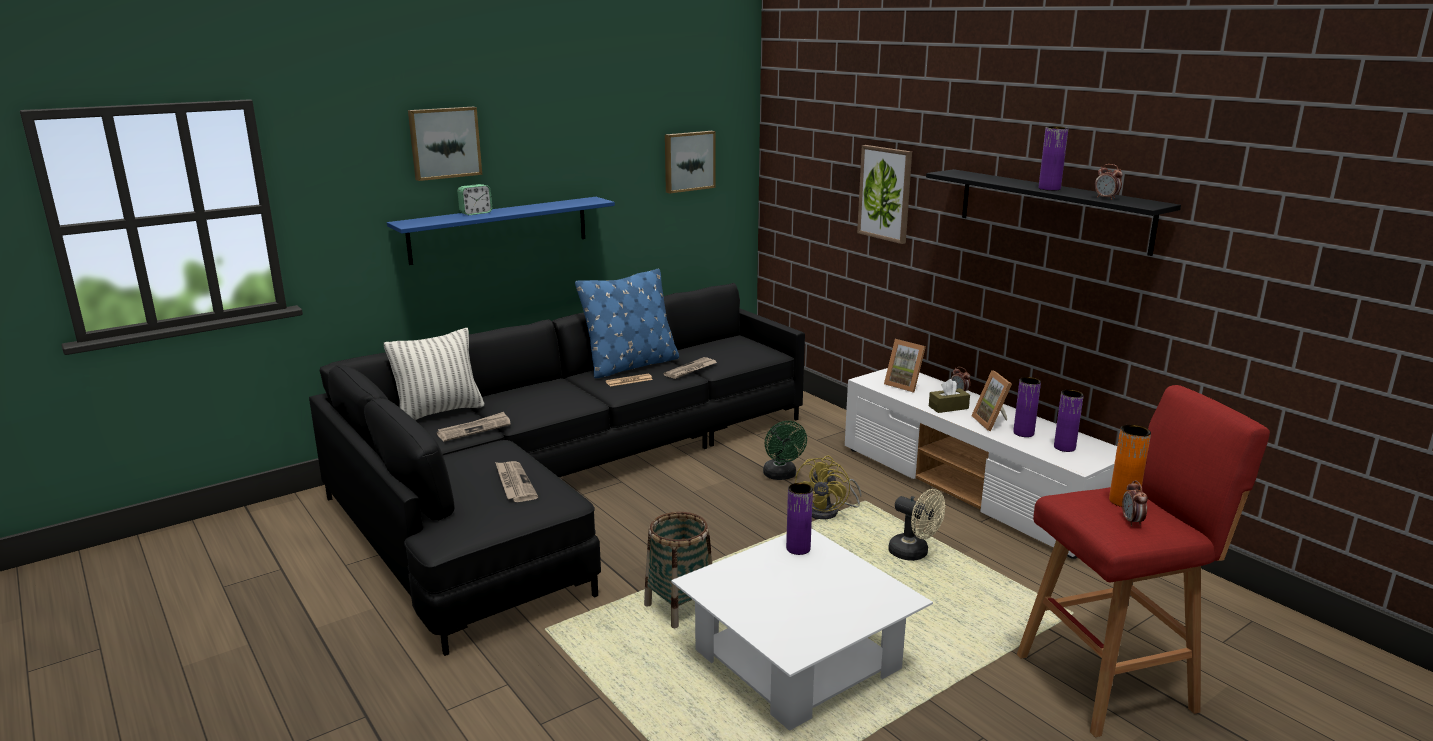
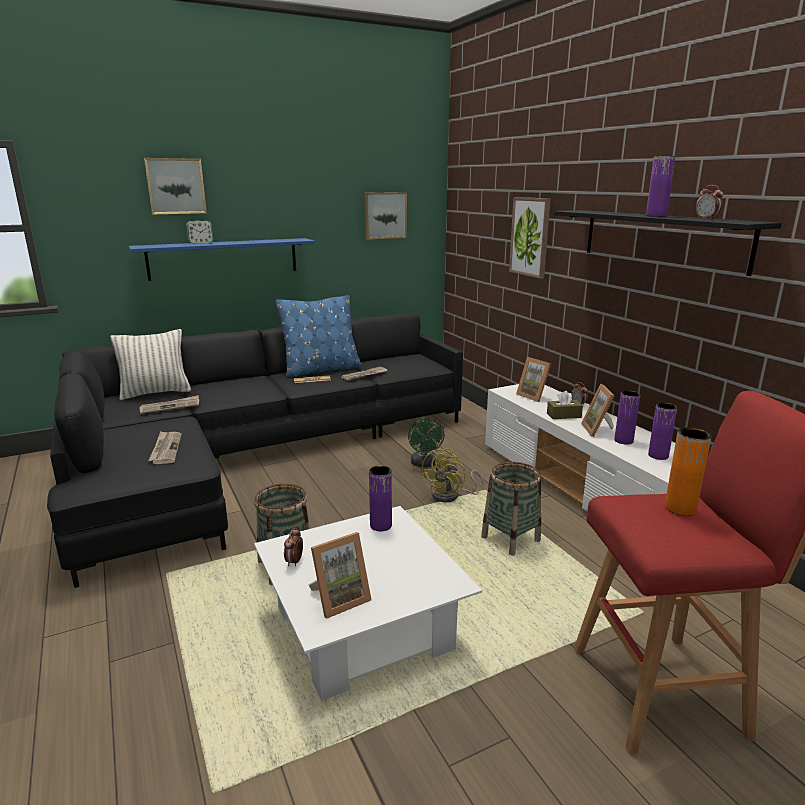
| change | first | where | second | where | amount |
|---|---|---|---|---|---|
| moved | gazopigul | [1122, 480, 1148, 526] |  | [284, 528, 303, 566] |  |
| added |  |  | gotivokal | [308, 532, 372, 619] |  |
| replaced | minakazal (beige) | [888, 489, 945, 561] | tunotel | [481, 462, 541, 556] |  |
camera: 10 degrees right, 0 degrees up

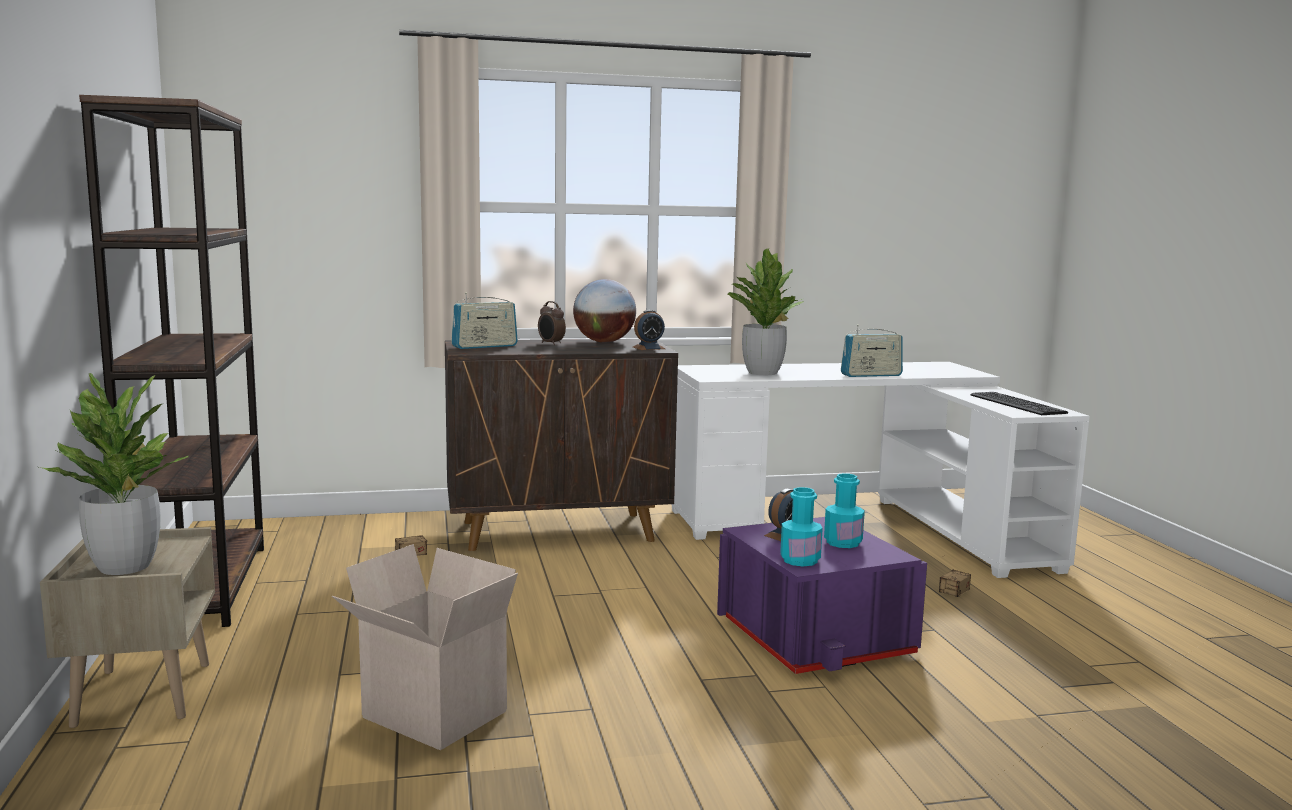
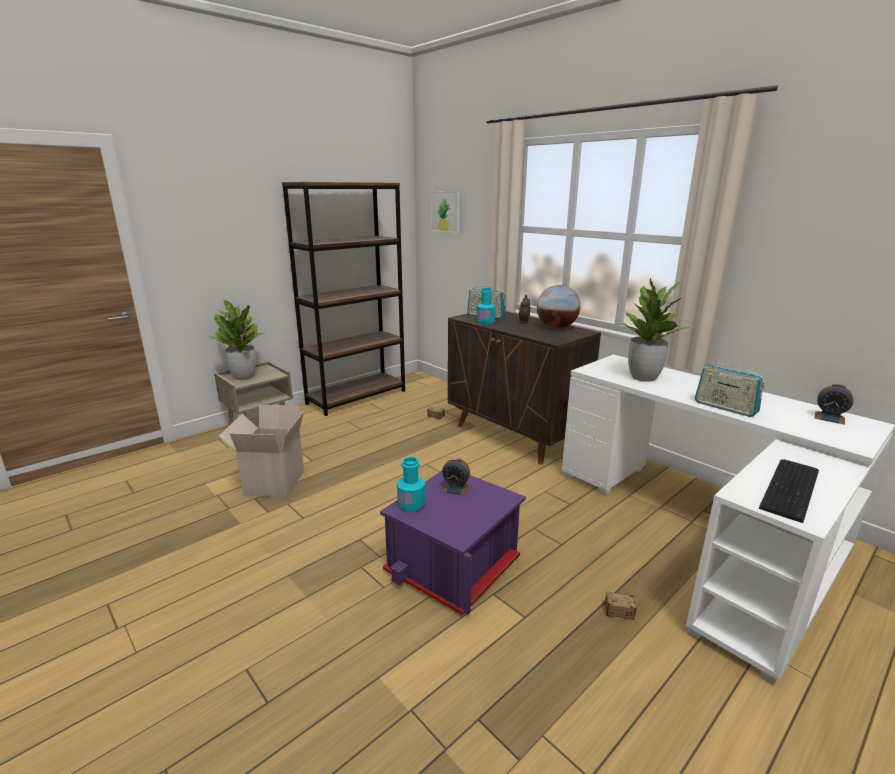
| change | first | where | second | where | amount |
|---|---|---|---|---|---|
| added |  |  | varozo | [431, 191, 459, 233] |  |
| moved | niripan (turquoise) | [824, 473, 865, 548] |  | [476, 288, 496, 325] |  |
| moved | gazopigul | [633, 310, 665, 350] |  | [814, 384, 854, 425] |  |
camera: 60 degrees right, 10 degrees up

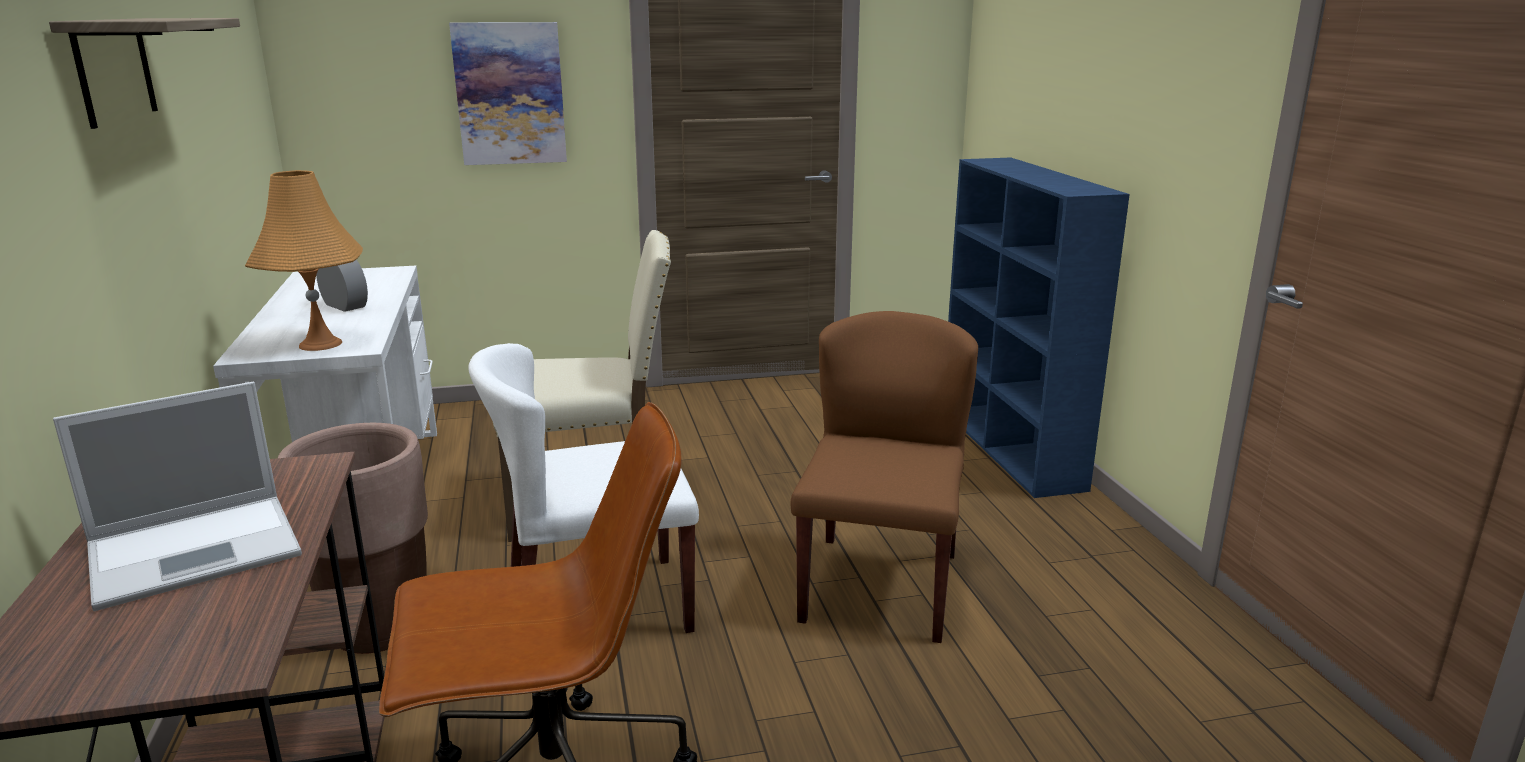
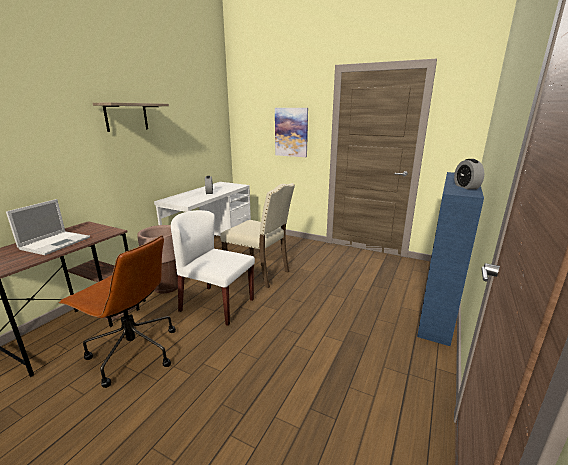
| change | first | where | second | where | amount |
|---|---|---|---|---|---|
| turned | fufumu | [53, 382, 302, 611] |  | [6, 199, 90, 255] | 75 degrees counterclockwise |
| added |  |  | gazopigul | [454, 159, 484, 189] |  |
| removed | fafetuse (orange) | [245, 170, 363, 351] |  |  |  |
| removed | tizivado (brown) | [791, 311, 978, 643] |  |  |  |
camera: 40 degrees right, 0 degrees up

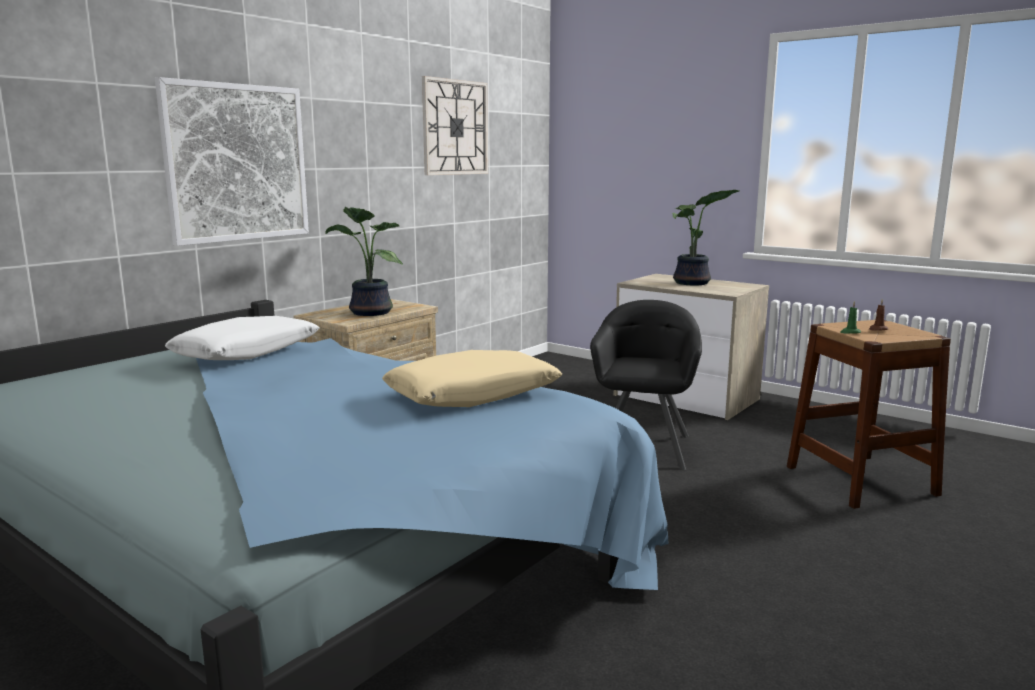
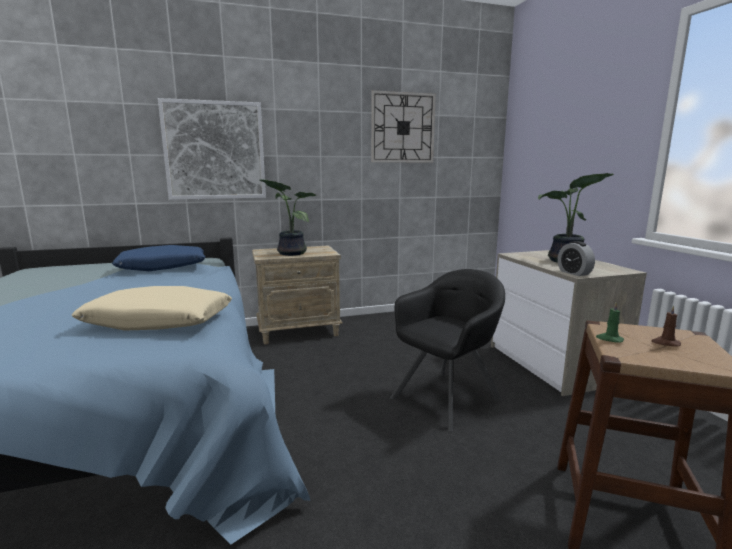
| change | first | where | second | where | amount |
|---|---|---|---|---|---|
| recoloured | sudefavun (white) | [165, 316, 319, 360] | sudefavun (blue) | [112, 245, 205, 271] |  |
| added |  |  | gazopigul | [558, 241, 595, 276] |  |
camera: 35 degrees right, 0 degrees up

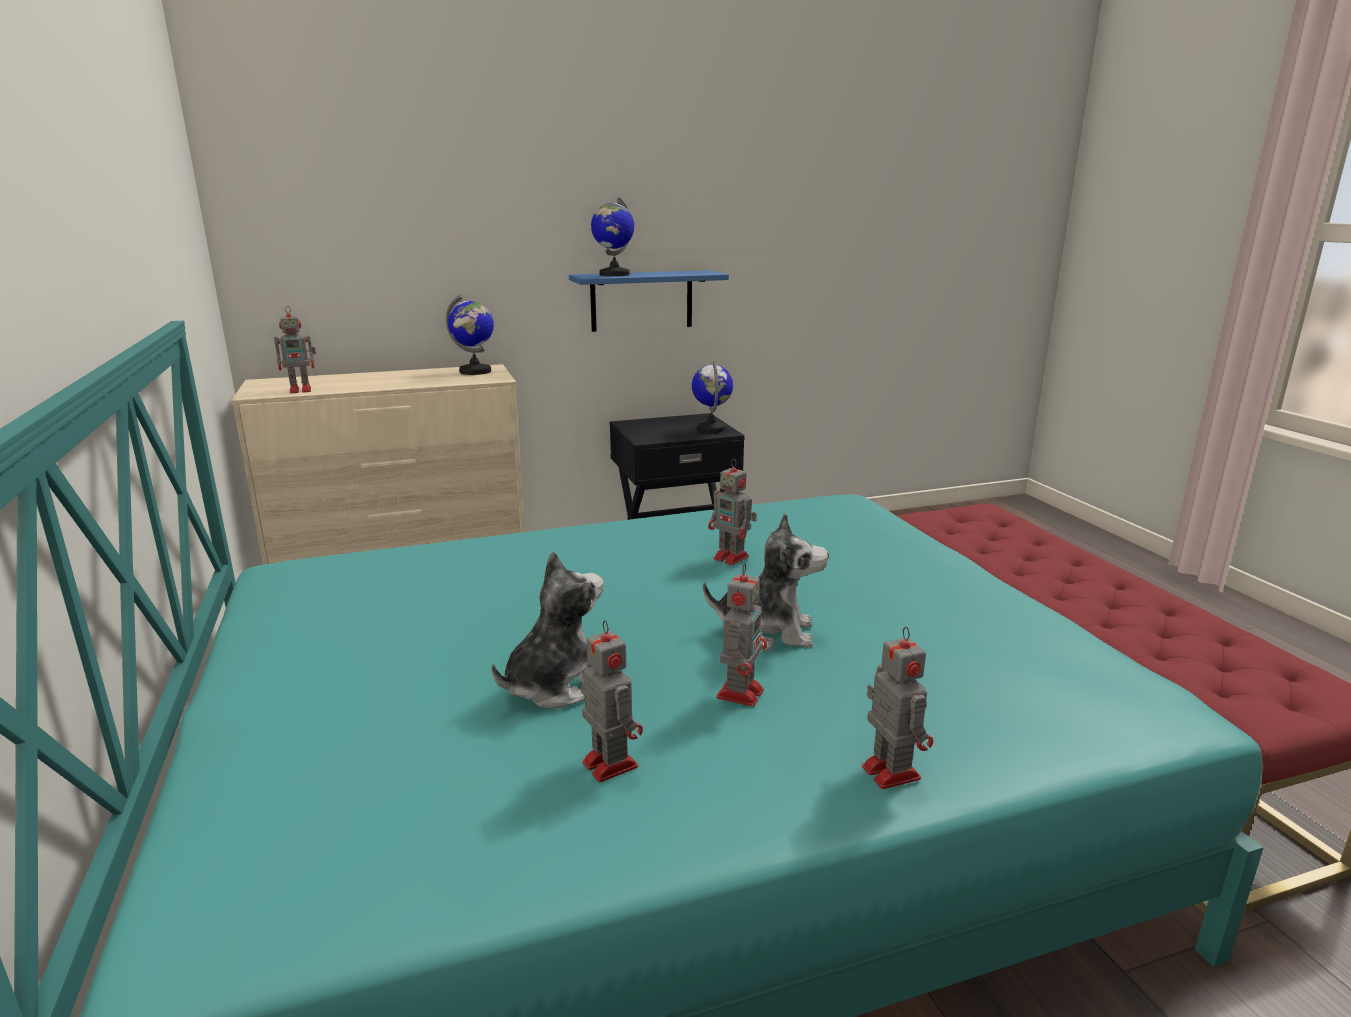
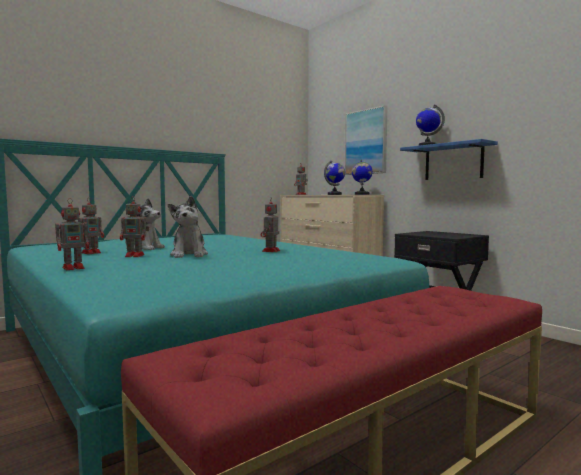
| change | first | where | second | where | amount |
|---|---|---|---|---|---|
| moved | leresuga | [692, 361, 733, 433] |  | [324, 160, 345, 195] |  |
| added |  |  | varozo | [345, 105, 388, 175] |  |
camera: 70 degrees right, 15 degrees down

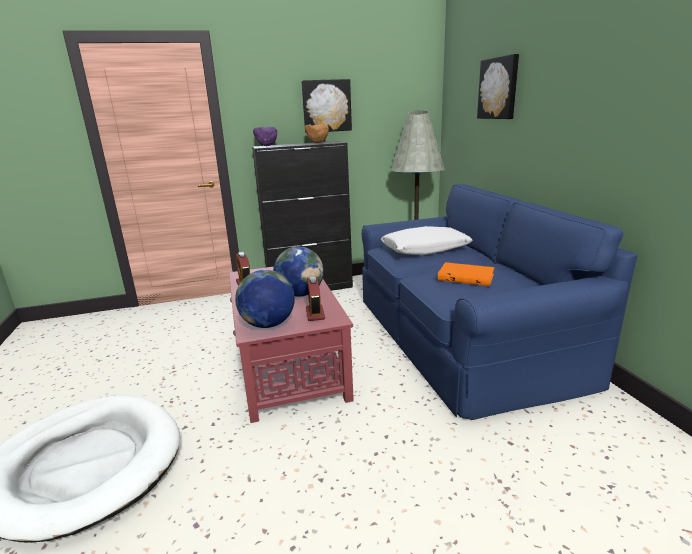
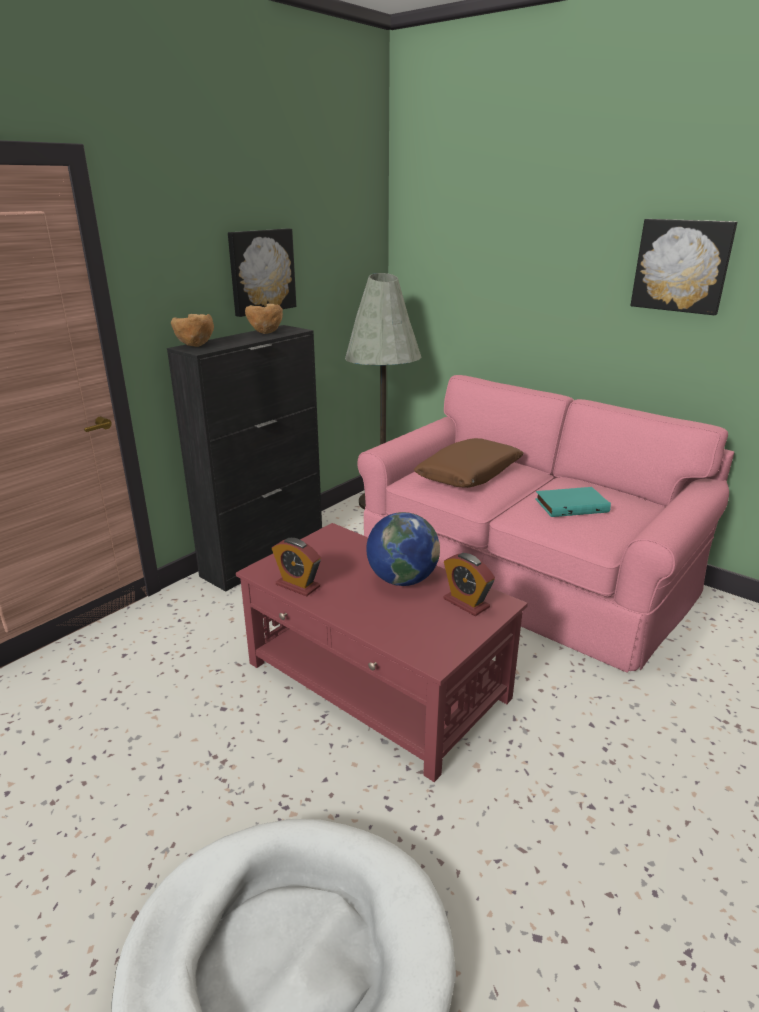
| change | first | where | second | where | amount |
|---|---|---|---|---|---|
| recoloured | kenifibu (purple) | [253, 127, 277, 146] | kenifibu (brown) | [171, 314, 214, 347] |  |
| recoloured | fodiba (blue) | [362, 184, 638, 420] | fodiba (pink) | [357, 375, 734, 673] |  |
| recoloured | sudefavun (white) | [381, 226, 473, 255] | sudefavun (brown) | [414, 438, 524, 488] |  |
| recoloured | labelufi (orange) | [438, 262, 494, 286] | labelufi (turquoise) | [535, 487, 611, 517] |  |
| moved | varozo | [477, 54, 519, 119] |  | [630, 219, 737, 315] |  |
| removed | leresuga | [235, 270, 295, 328] |  |  |  |
camera: 35 degrees left, 5 degrees up

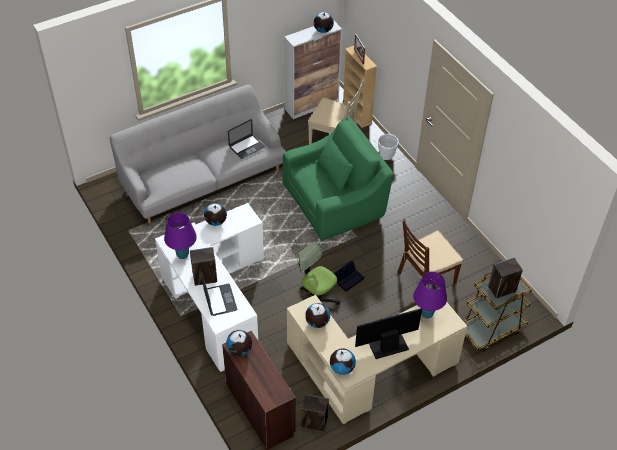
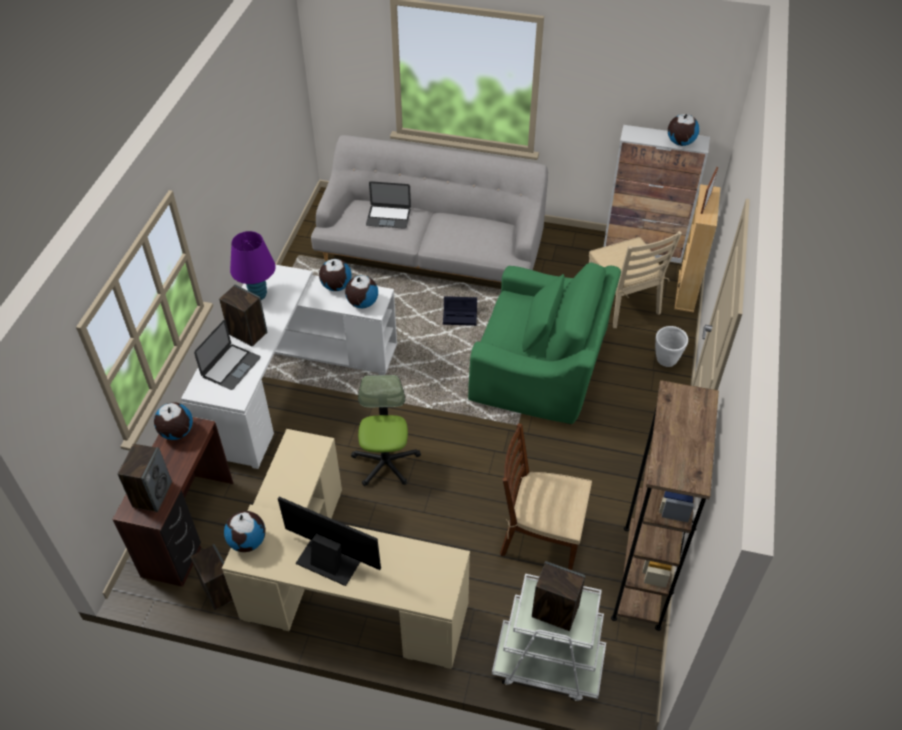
| change | first | where | second | where | amount |
|---|---|---|---|---|---|
| added |  |  | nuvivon | [118, 444, 172, 512] |  |
| moved | leresuga | [305, 303, 330, 328] |  | [345, 276, 378, 308] |  |
| moved | fufumu | [228, 119, 265, 159] |  | [366, 181, 411, 229] |  |
| moved | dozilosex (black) | [334, 261, 364, 292] |  | [443, 296, 477, 326] |  |
| recoloured | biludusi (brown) | [463, 271, 532, 352] | biludusi (white) | [492, 574, 606, 701] |  |
| added |  |  | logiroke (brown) | [611, 380, 719, 631] |  |
| removed | fafetuse (purple) | [413, 272, 447, 318] |  |  |  |
camera: 45 degrees right, 0 degrees up

